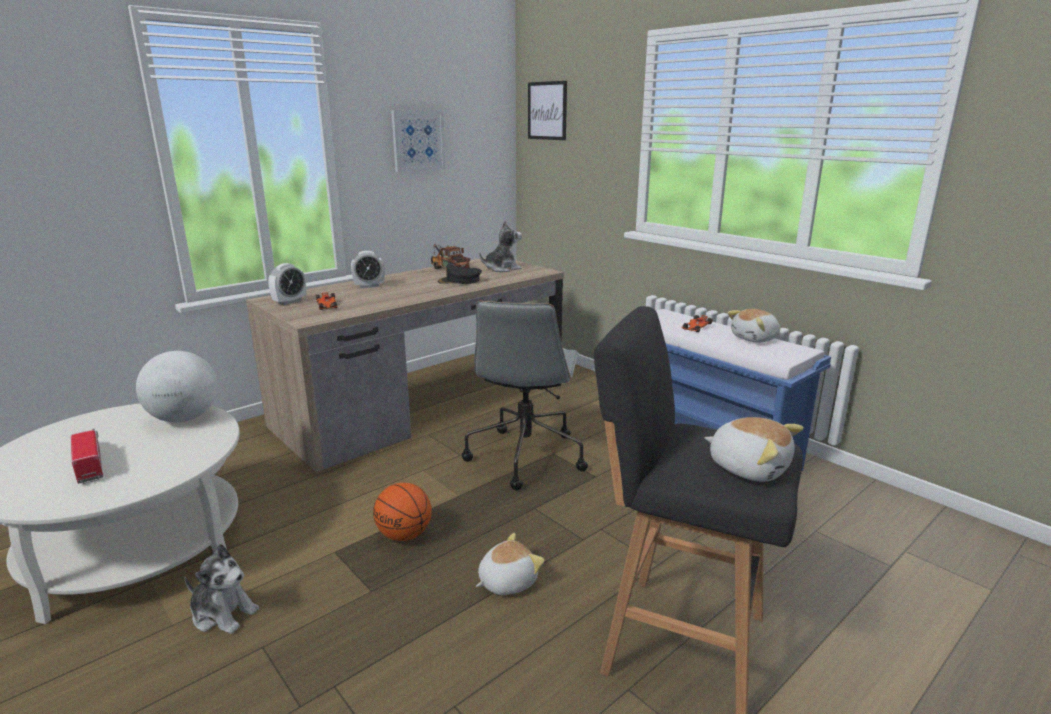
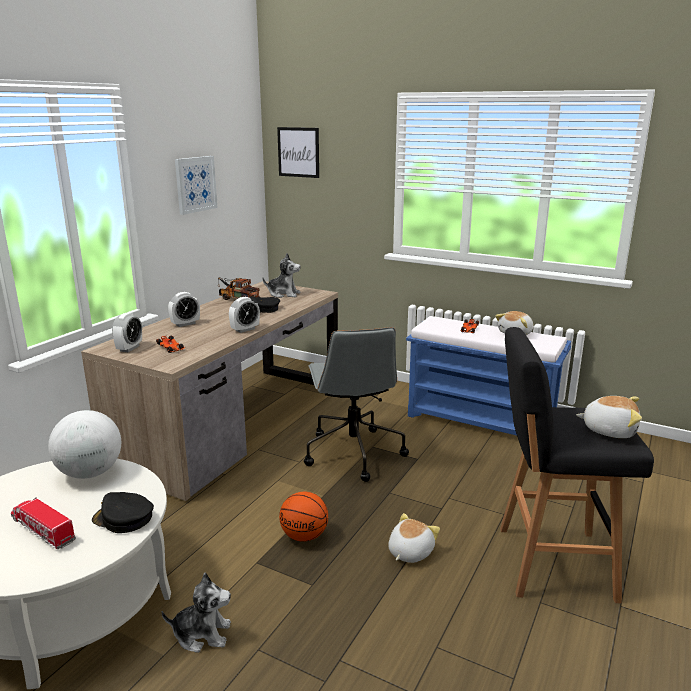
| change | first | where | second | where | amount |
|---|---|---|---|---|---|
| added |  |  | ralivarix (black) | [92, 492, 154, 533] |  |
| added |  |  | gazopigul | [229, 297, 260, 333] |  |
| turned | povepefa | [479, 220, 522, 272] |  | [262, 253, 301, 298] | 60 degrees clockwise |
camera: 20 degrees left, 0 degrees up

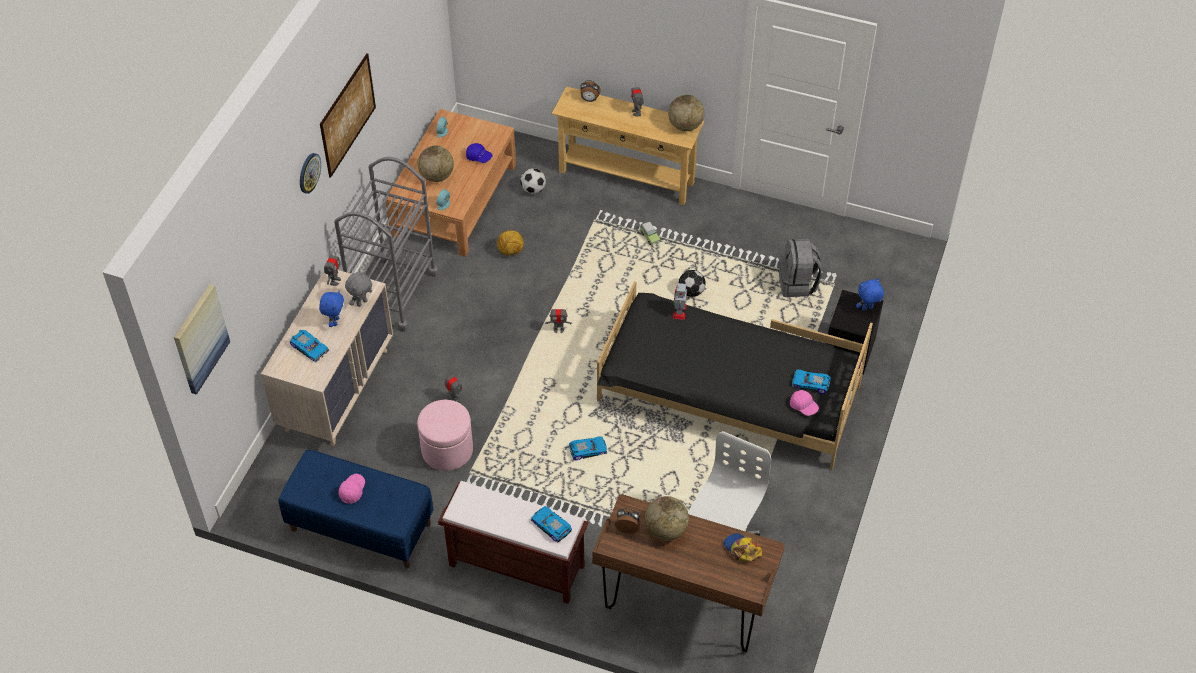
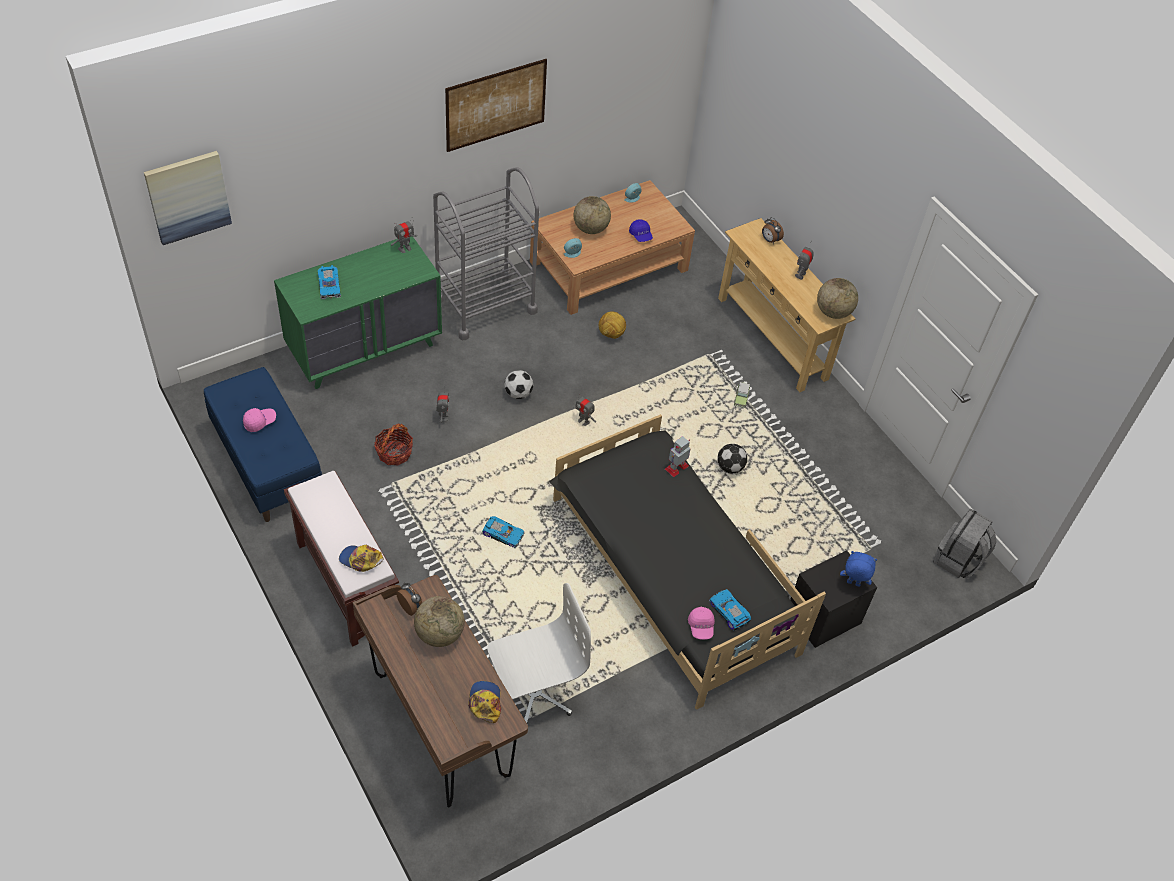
| change | first | where | second | where | amount |
|---|---|---|---|---|---|
| recoloured | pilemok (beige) | [261, 270, 393, 446] | pilemok (green) | [274, 237, 442, 389] |  |
| replaced | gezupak | [531, 506, 572, 542] | ralivarix | [339, 545, 383, 572] |  |
| replaced | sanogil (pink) | [417, 400, 473, 471] | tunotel | [374, 424, 413, 465] |  |
| moved | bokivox | [520, 168, 546, 194] |  | [504, 370, 533, 399] |  |
| moved | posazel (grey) | [779, 239, 822, 297] |  | [933, 509, 997, 578] |  |
| removed | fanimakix | [300, 153, 321, 194] |  |  |  |
| removed | povepefa (blue) | [319, 291, 344, 327] |  |  |  |
| removed | povepefa (grey) | [345, 272, 372, 307] |  |  |  |
camera: 35 degrees right, 0 degrees up

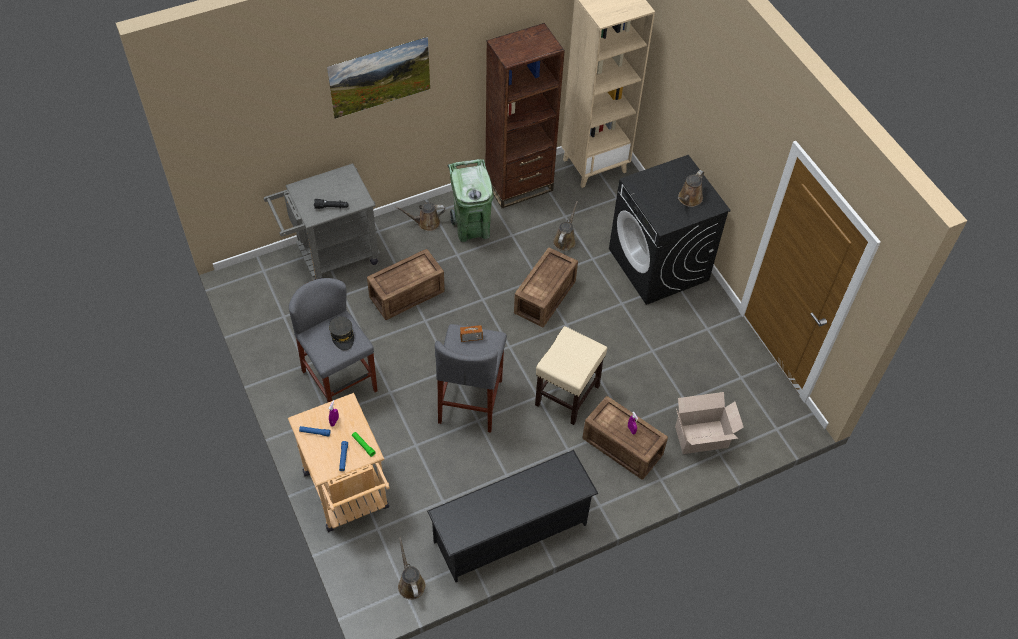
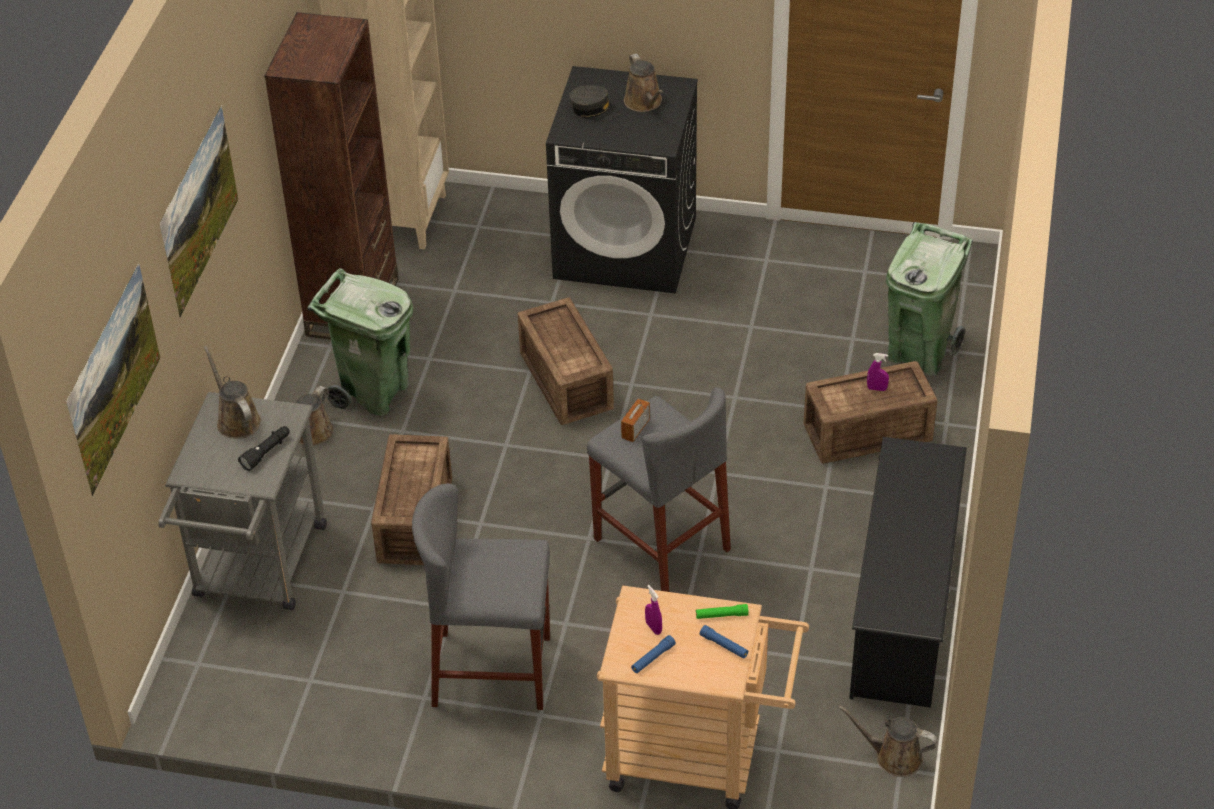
| change | first | where | second | where | amount |
|---|---|---|---|---|---|
| added |  |  | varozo | [66, 263, 160, 497] |  |
| moved | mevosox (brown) | [553, 201, 578, 251] |  | [204, 346, 261, 439] |  |
| moved | ralivarix (grey) | [329, 316, 354, 350] |  | [569, 85, 620, 121] |  |
| replaced | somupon | [675, 392, 744, 454] | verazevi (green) | [886, 222, 973, 376] |  |
| removed | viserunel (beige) | [535, 326, 607, 425] |  |  |  |
camera: 50 degrees left, 10 degrees down

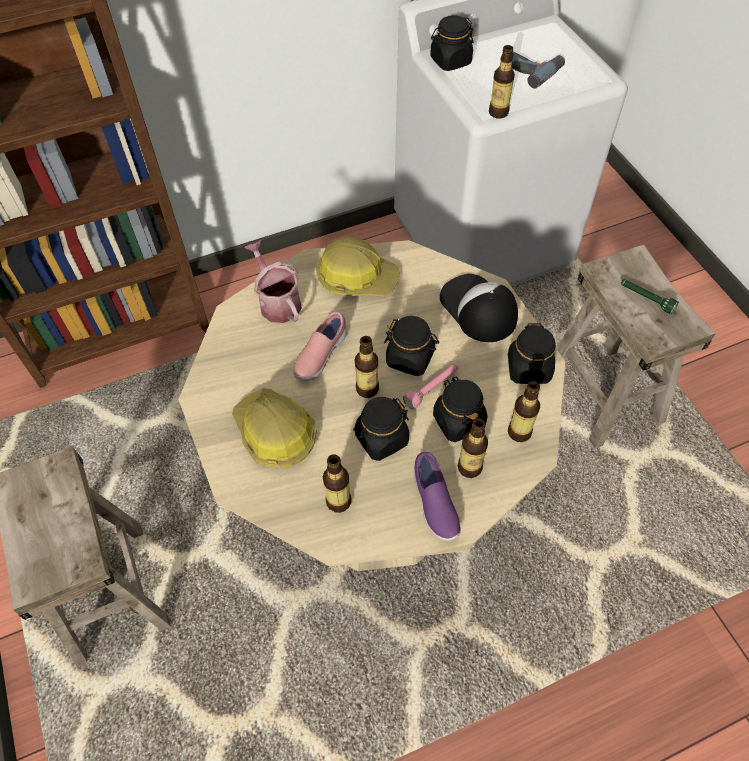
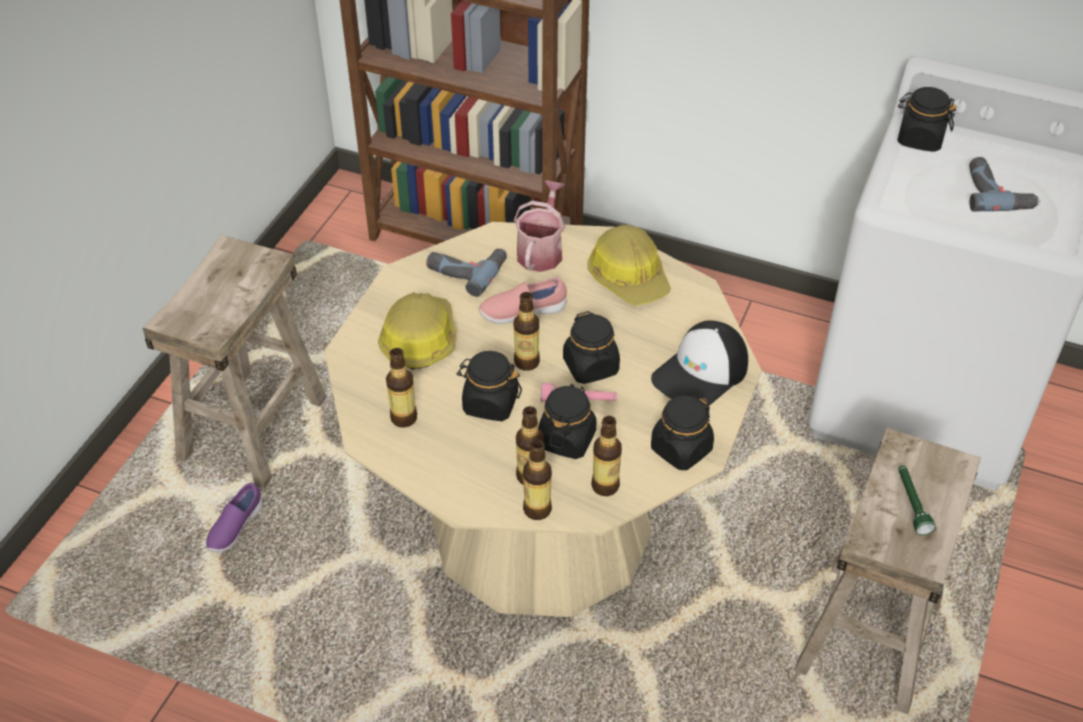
| change | first | where | second | where | amount |
|---|---|---|---|---|---|
| moved | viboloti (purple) | [414, 452, 461, 541] |  | [206, 483, 263, 553] |  |
| added |  |  | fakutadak | [426, 249, 507, 297] |  |
| moved | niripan | [489, 45, 515, 119] |  | [523, 439, 552, 520] |  |
| turned | ralivarix | [440, 274, 518, 342] |  | [651, 320, 748, 406] | 150 degrees counterclockwise |
camera: 45 degrees right, 10 degrees down

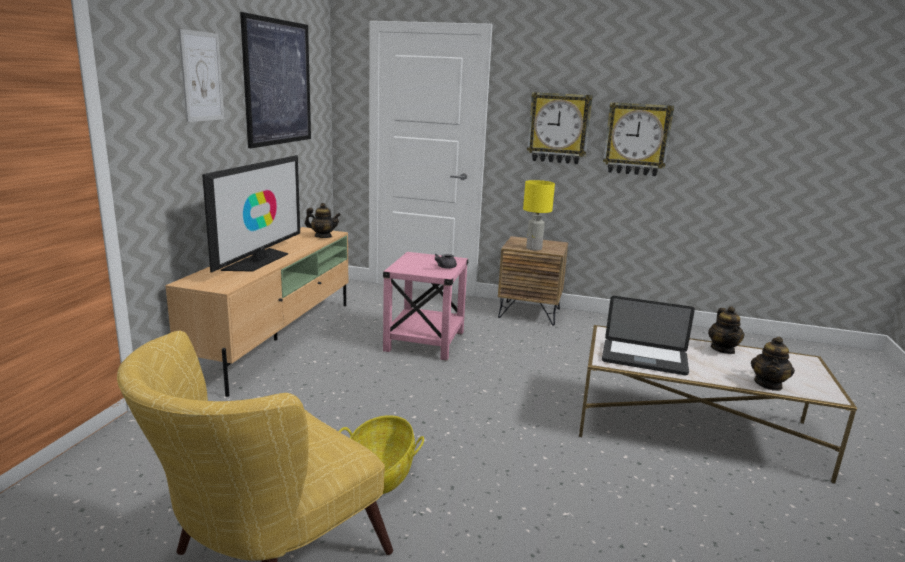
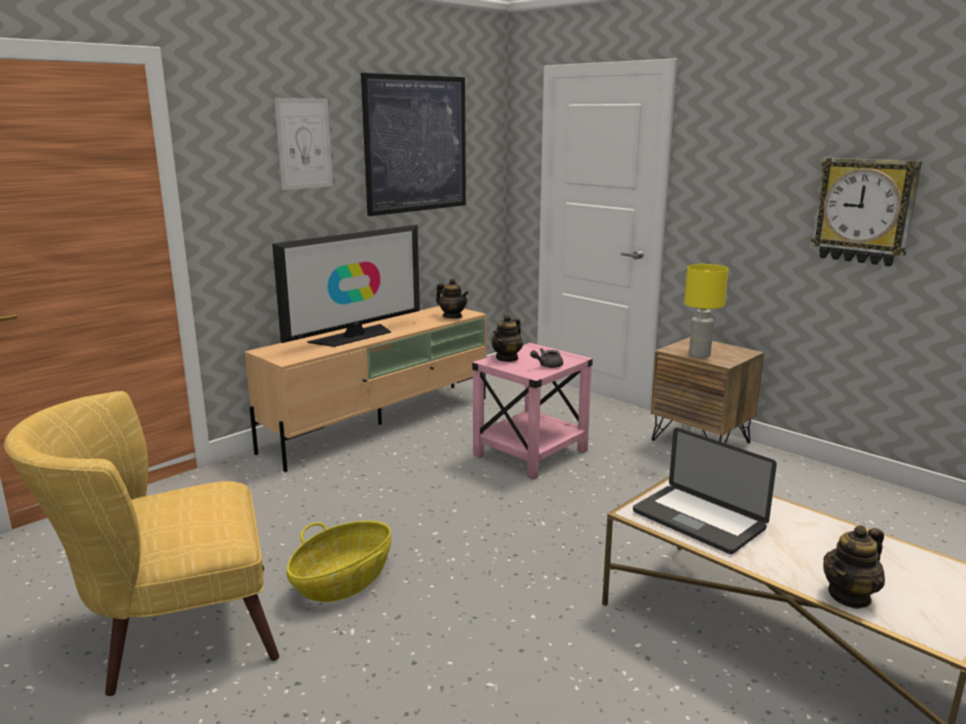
| change | first | where | second | where | amount |
|---|---|---|---|---|---|
| moved | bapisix | [708, 306, 745, 354] |  | [491, 314, 523, 362] |  |
| removed | fanimakix | [527, 92, 593, 164] |  |  |  |
camera: 30 degrees right, 0 degrees up

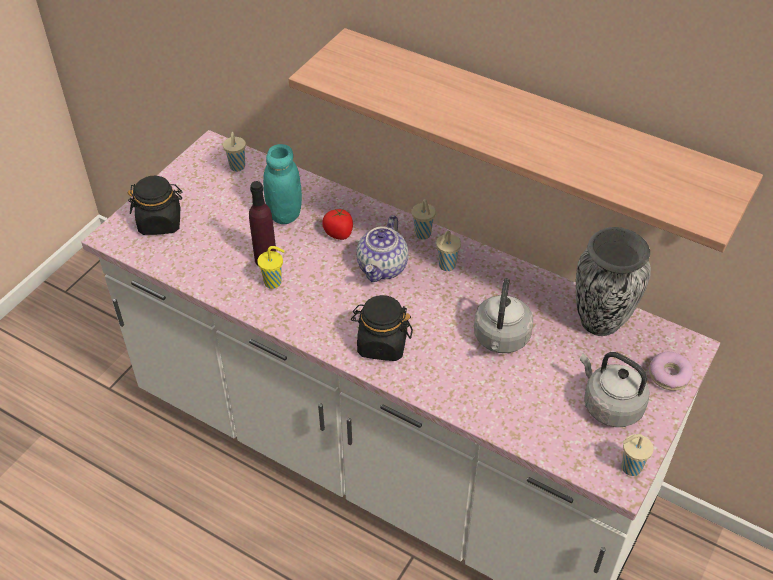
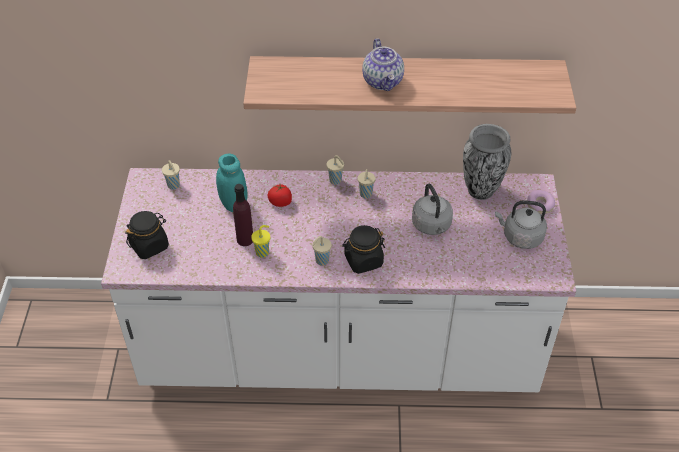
| change | first | where | second | where | amount |
|---|---|---|---|---|---|
| moved | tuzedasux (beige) | [621, 434, 654, 476] |  | [312, 236, 332, 266] |  |
| moved | bapisix | [356, 215, 408, 282] |  | [362, 38, 404, 92] |  |
camera: 30 degrees left, 0 degrees up

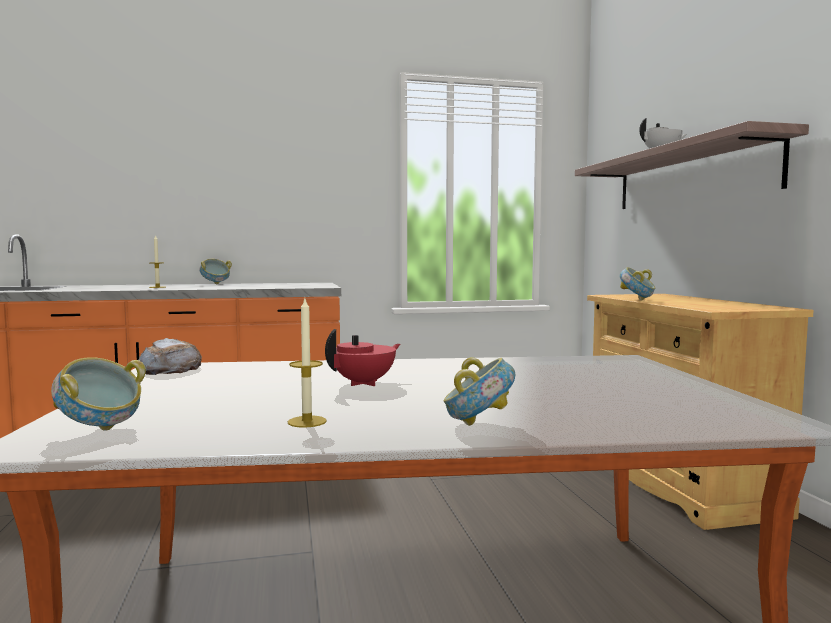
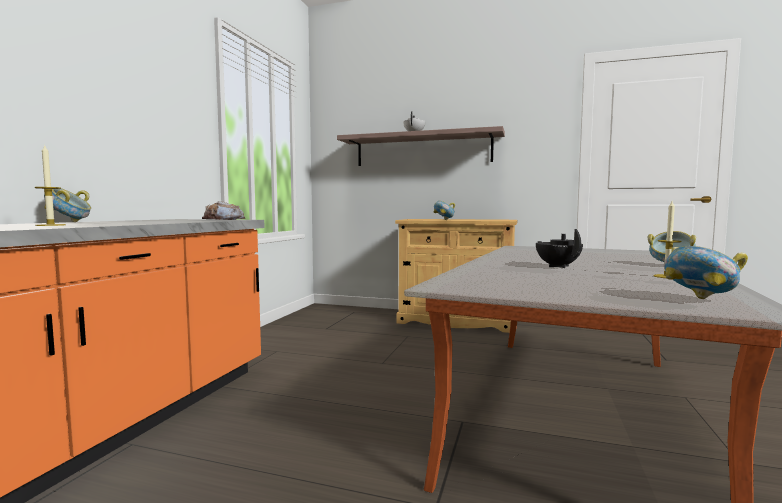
| change | first | where | second | where | amount |
|---|---|---|---|---|---|
| moved | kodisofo | [138, 338, 202, 375] |  | [202, 201, 245, 220] |  |
| recoloured | bapisix (red) | [325, 329, 400, 386] | bapisix (black) | [536, 229, 583, 268] |  |
camera: 60 degrees left, 0 degrees up

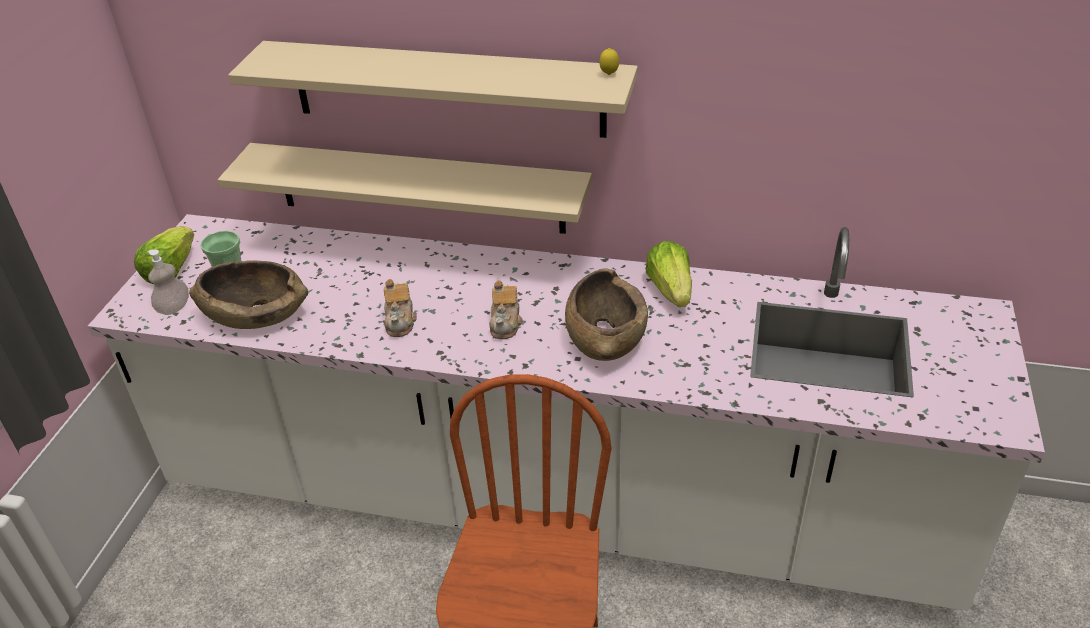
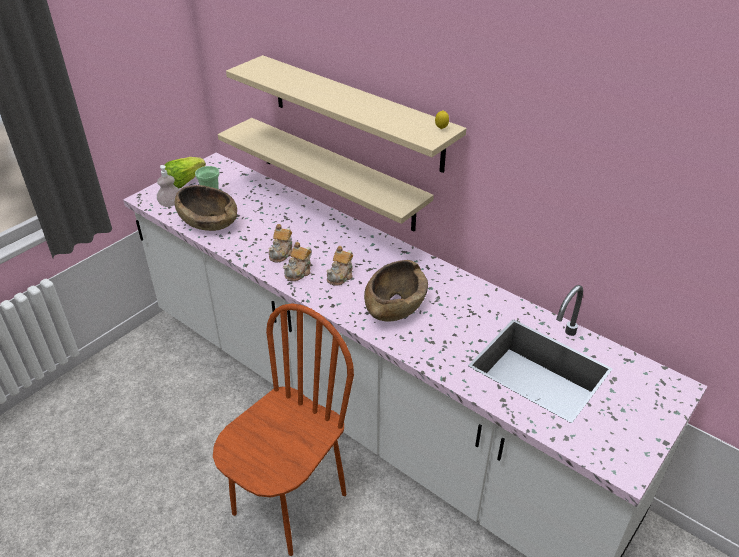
| change | first | where | second | where | amount |
|---|---|---|---|---|---|
| added |  |  | bapisix | [283, 242, 312, 281] |  |
| removed | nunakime | [646, 241, 692, 307] |  |  |  |
camera: 25 degrees right, 0 degrees up

